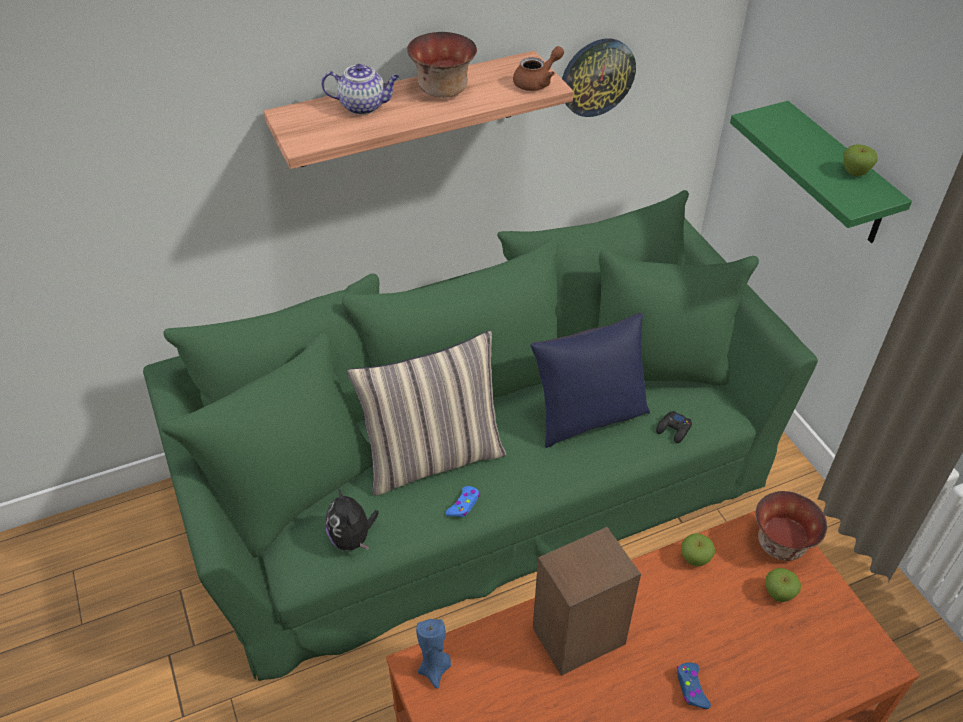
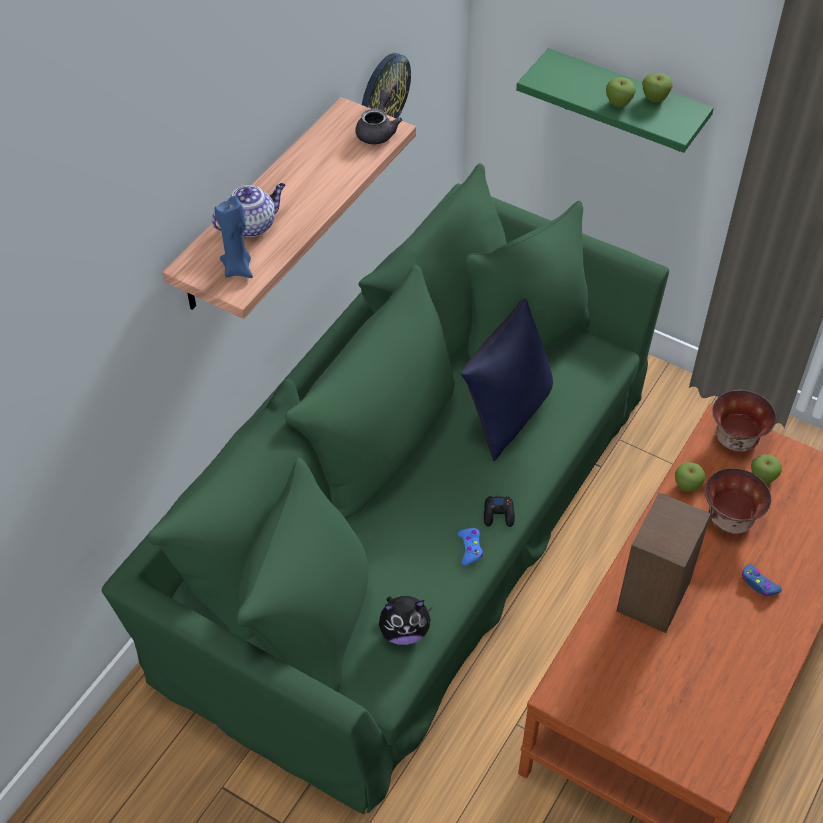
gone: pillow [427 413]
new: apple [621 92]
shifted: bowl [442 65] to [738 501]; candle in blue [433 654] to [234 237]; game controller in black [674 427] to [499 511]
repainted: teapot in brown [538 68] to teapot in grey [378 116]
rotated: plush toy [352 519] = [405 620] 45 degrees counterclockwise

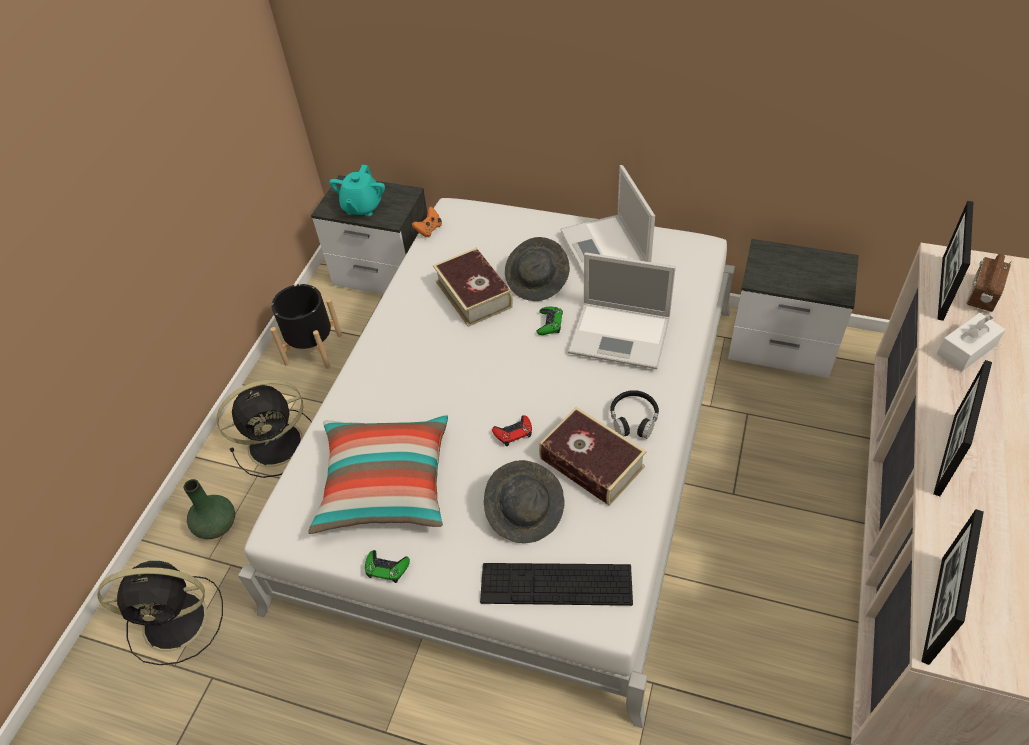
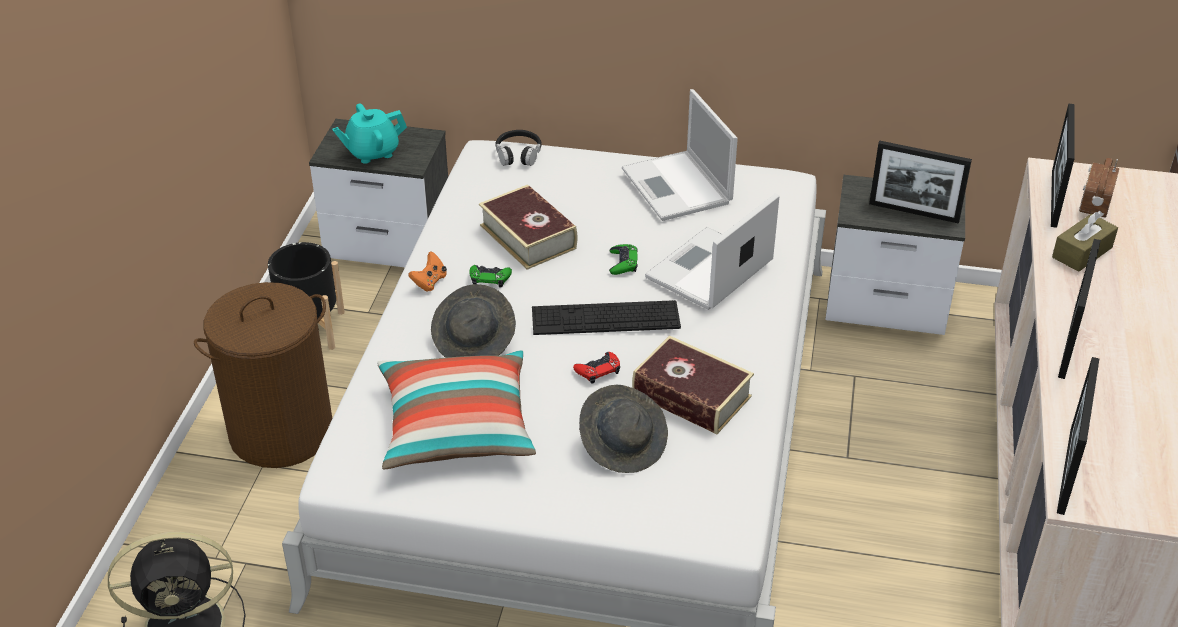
gone: vase in green [209 509]
new: picture frame [920 182]
shifted: game controller in green [387 566] to [490 276]; game controller in orange [427 222] to [427 271]; keyboard [556 584] to [606 317]; hat in grey [537 269] to [473 321]; headphones in black [634 414] to [518 148]
swapped: fan in black [264 429] to laundry basket in brown [263 375]
repainted: tissue box in white [971 342] to tissue box in brown [1085 241]
rotated: teapot in turquoise [357 190] = [369 133] 60 degrees clockwise; laptop [622 310] = [712 251] 120 degrees clockwise

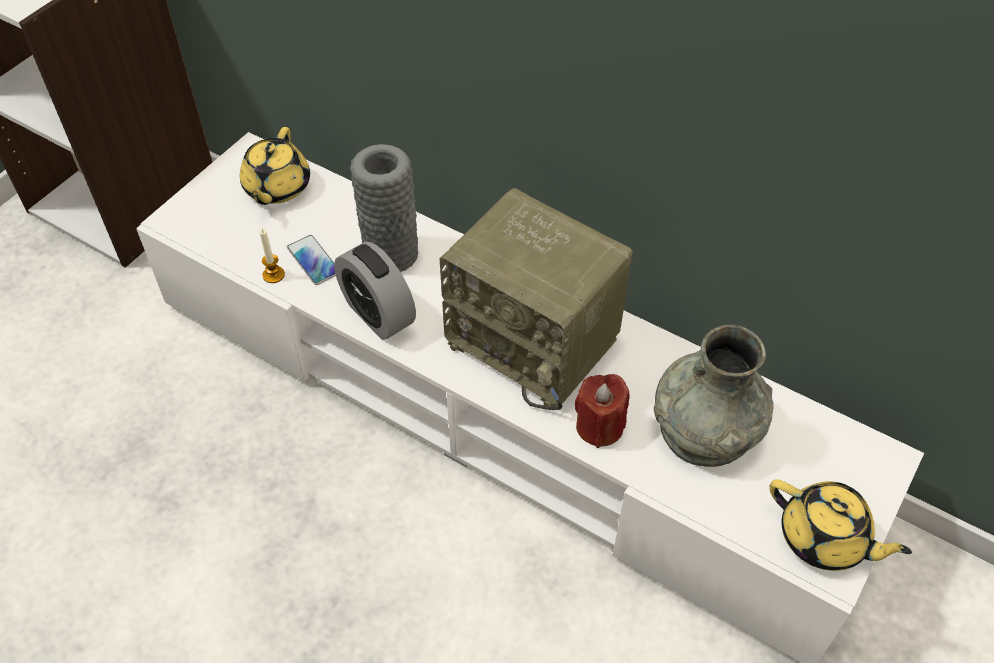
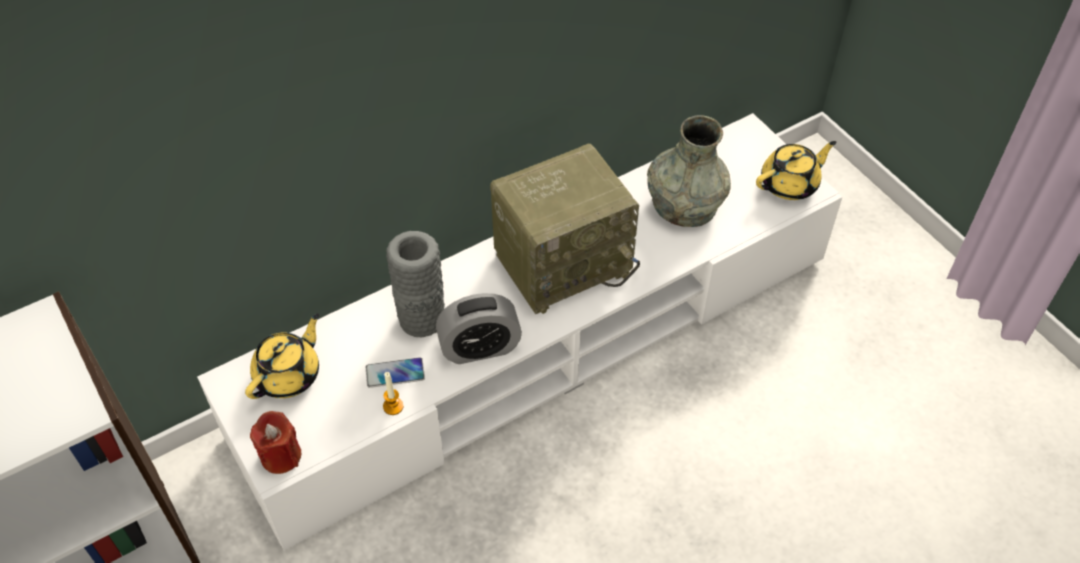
shifted: candle in red [602 411] to [275 442]
rotated: teapot in yellow [275 166] = [282 356] 90 degrees counterclockwise

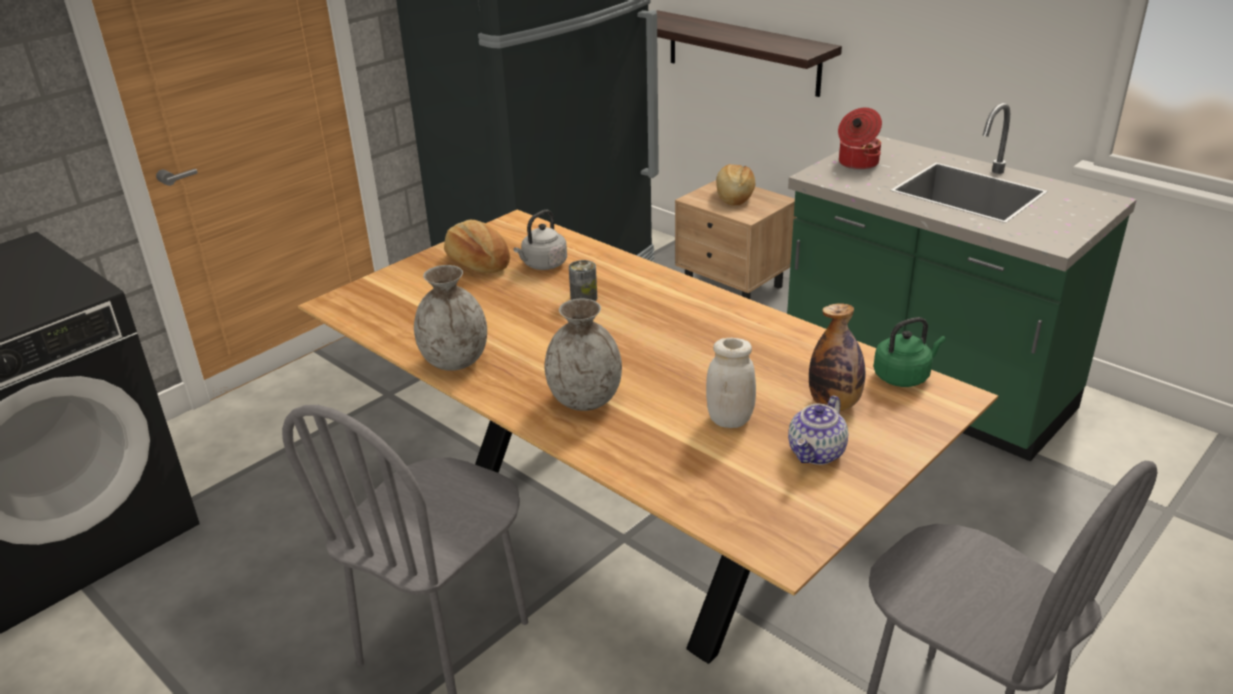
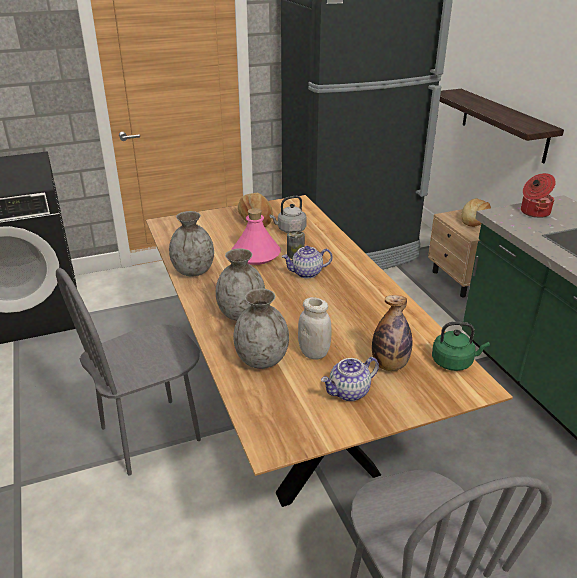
new: bottle in pink [256 236]; vase in grey [261 329]; teapot [307 262]

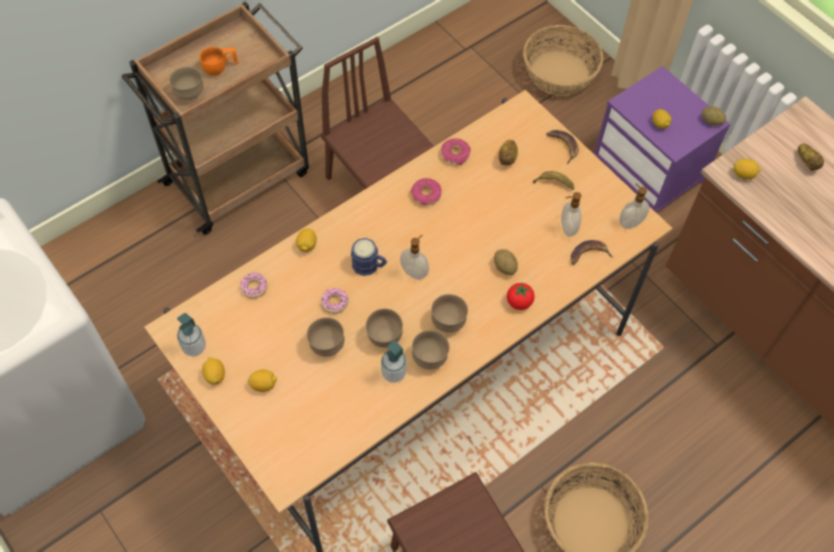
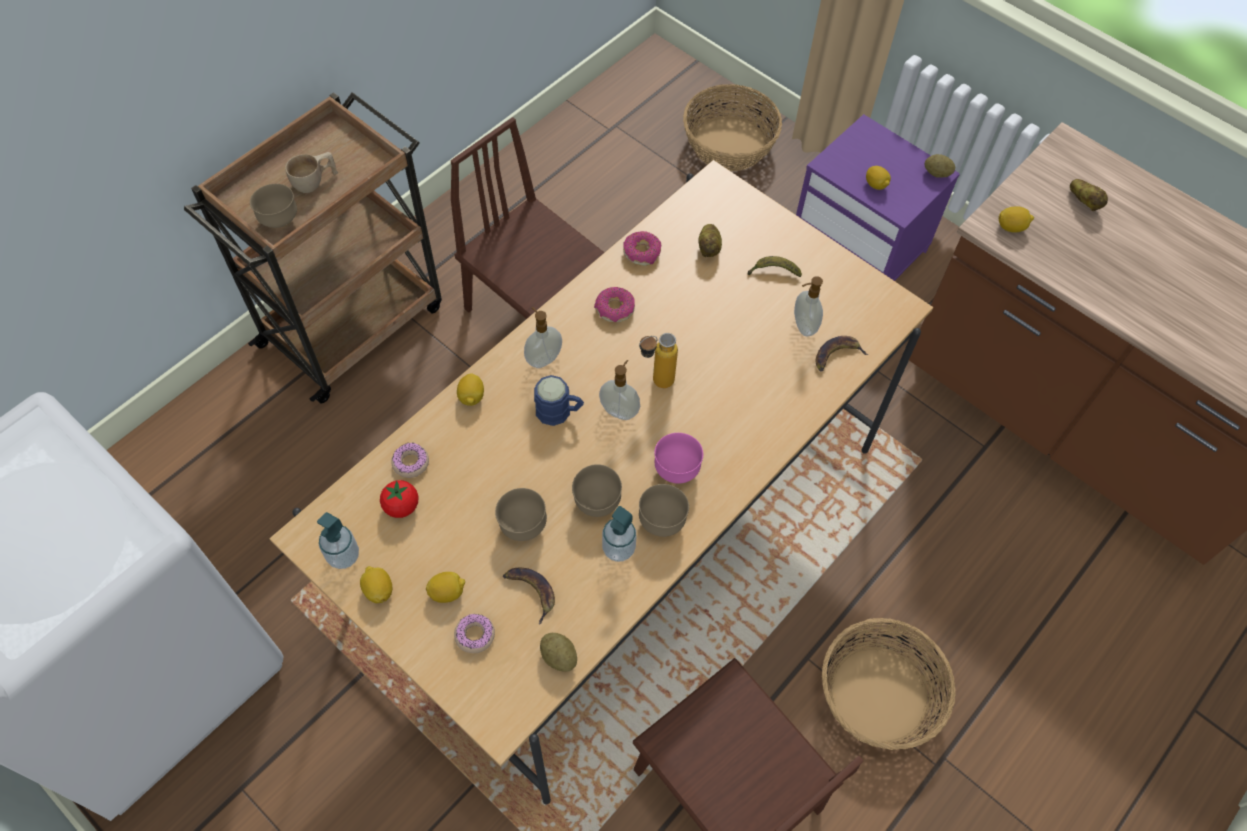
new: bottle [658 360]
shifted: donut [334 301] to [474 633]; potato [506 262] to [558 652]; tomato [521 296] to [399 499]; banana [562 147] to [529 596]; soap dispenser [634 206] to [543 337]
repainted: cup in orange [218 61] to cup in beige [311 172]; bowl in brown [449 313] to bowl in pink [678 458]

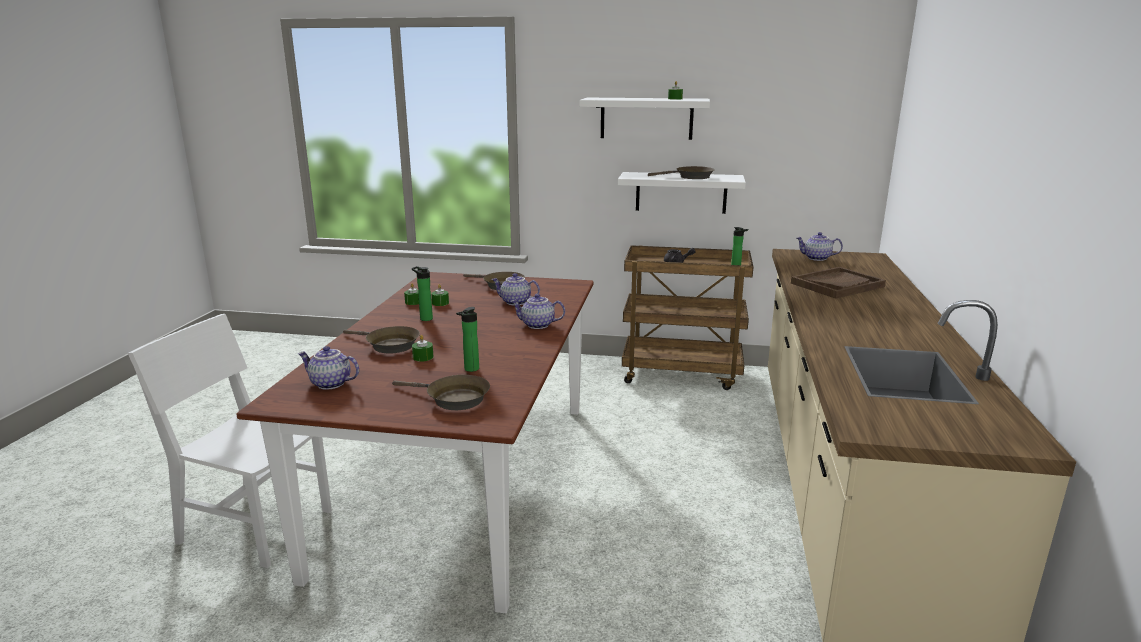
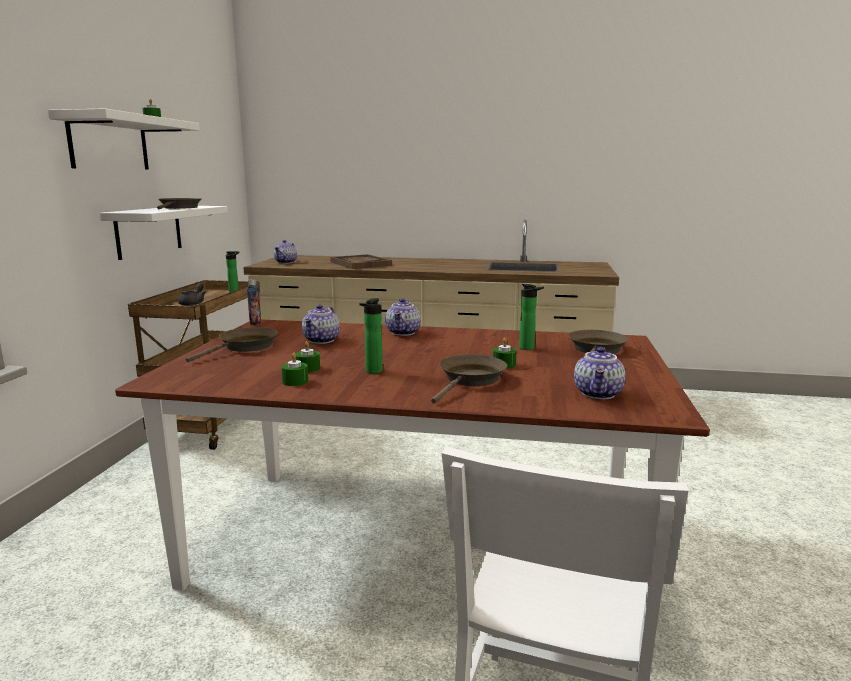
new: bottle [254 302]

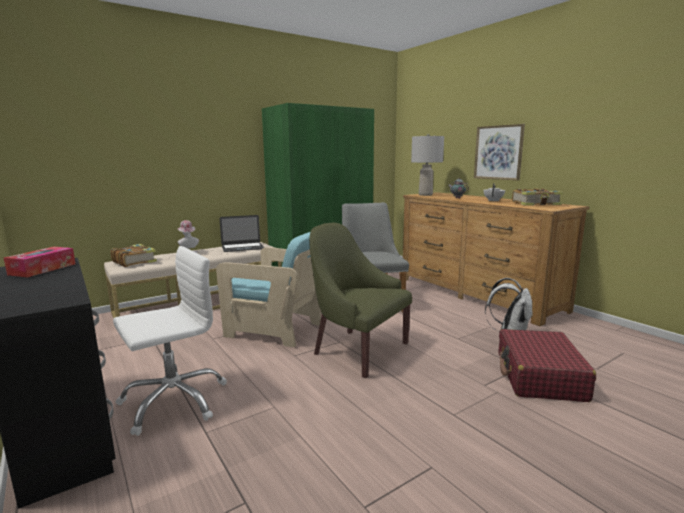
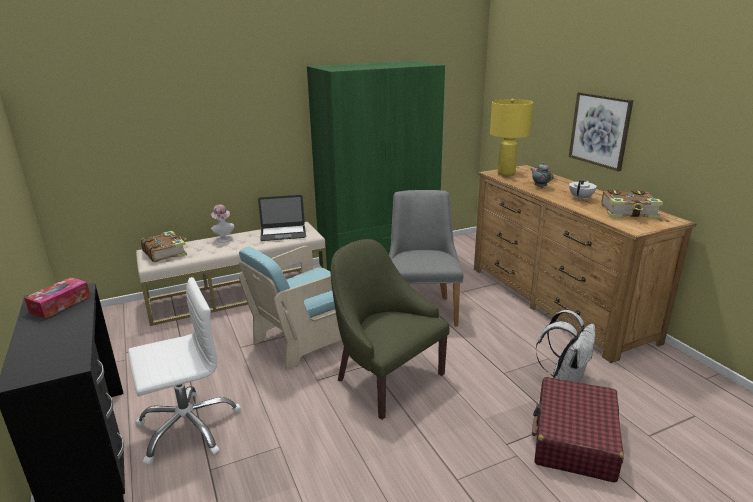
repainted: table lamp in grey [427 165] to table lamp in yellow [511 137]
rotated: armchair in turquoise [268 289] = [290 308] 105 degrees clockwise

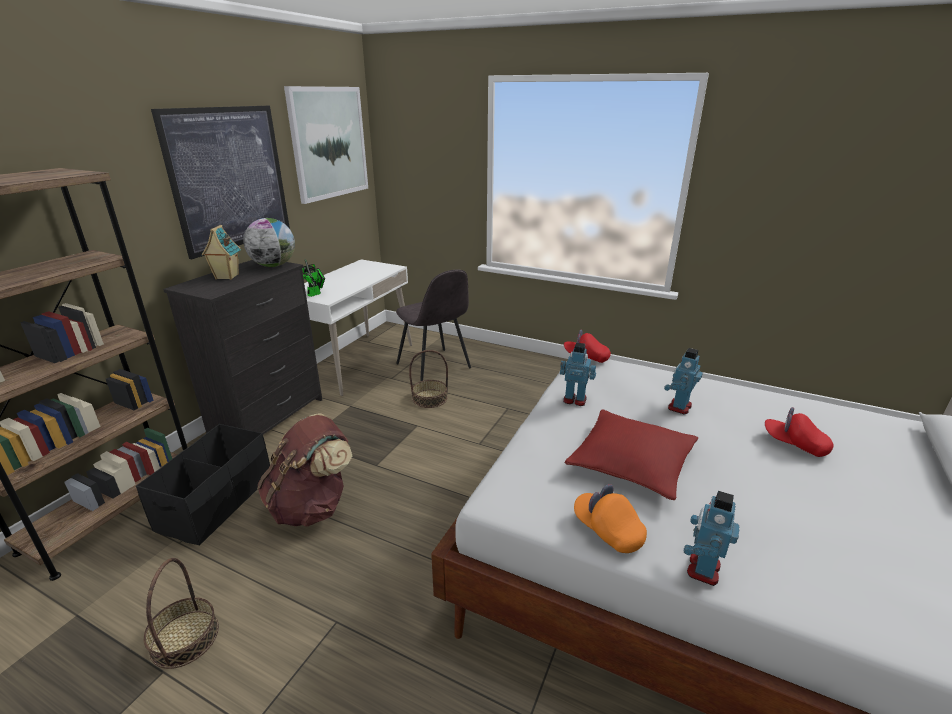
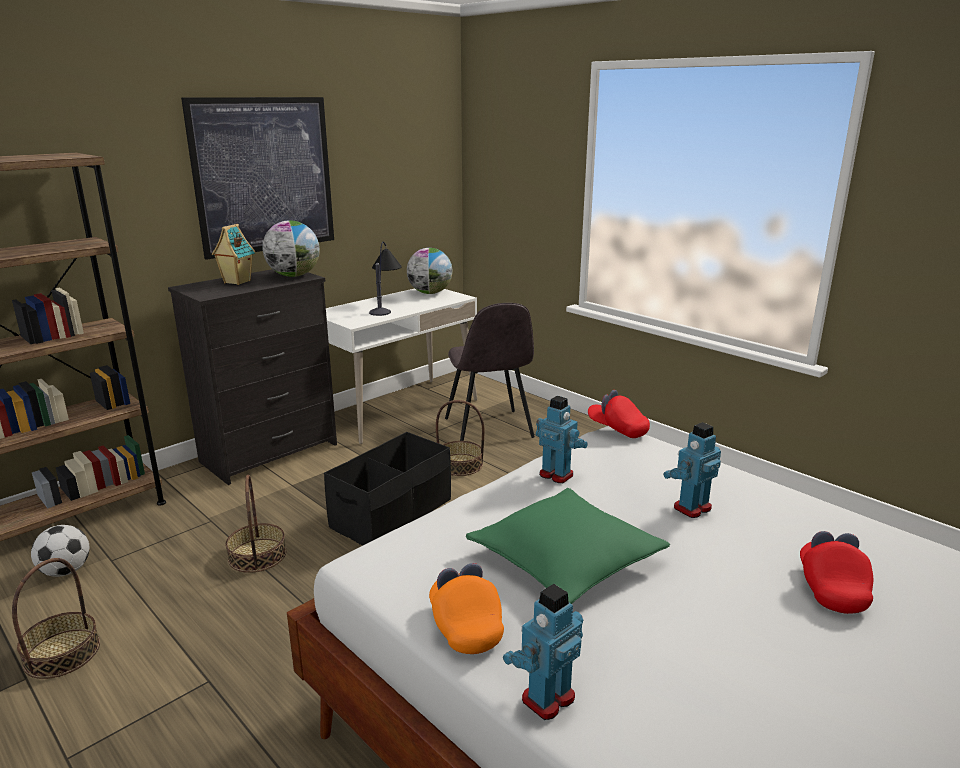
gone: picture [326 145]; toy robot [313 278]
new: football [60 551]; table lamp [385 279]; globe [430 271]
shifted: storage box in black [203 485] to [387 489]
swapped: backpack in brown [305 469] to basket [255 524]
repainted: pillow in red [631 455] to pillow in green [568 546]
rotated: cap in red [799 432] = [836 572] 45 degrees clockwise

